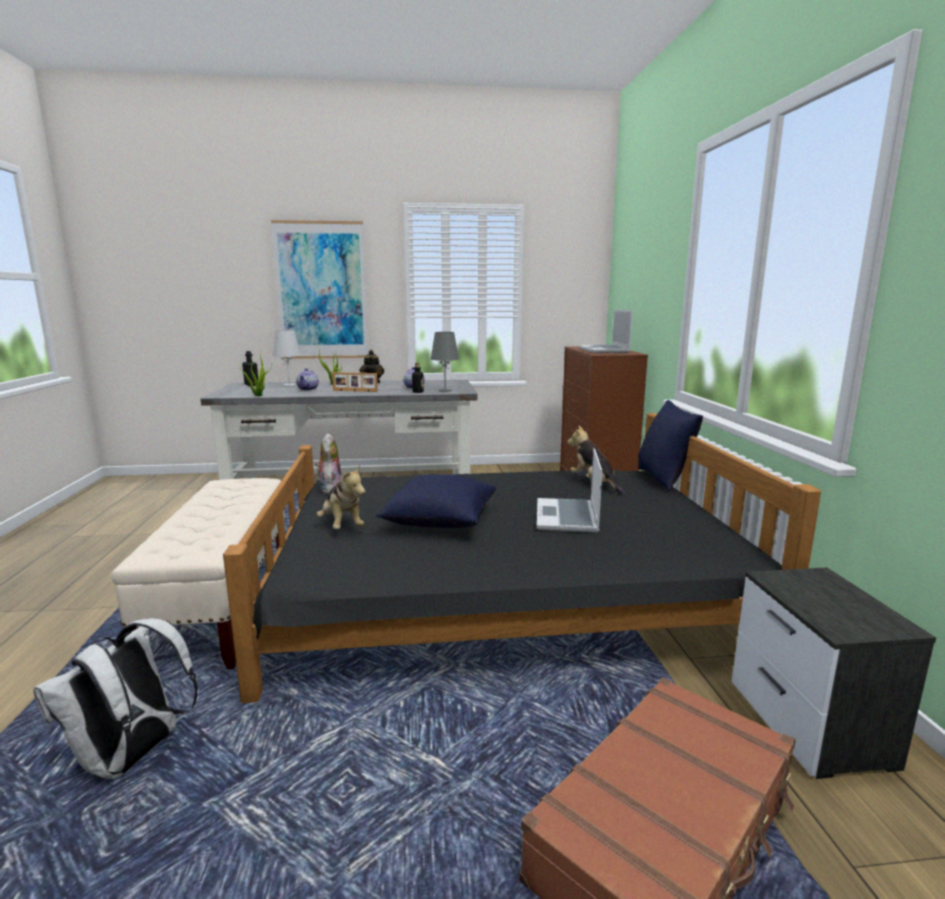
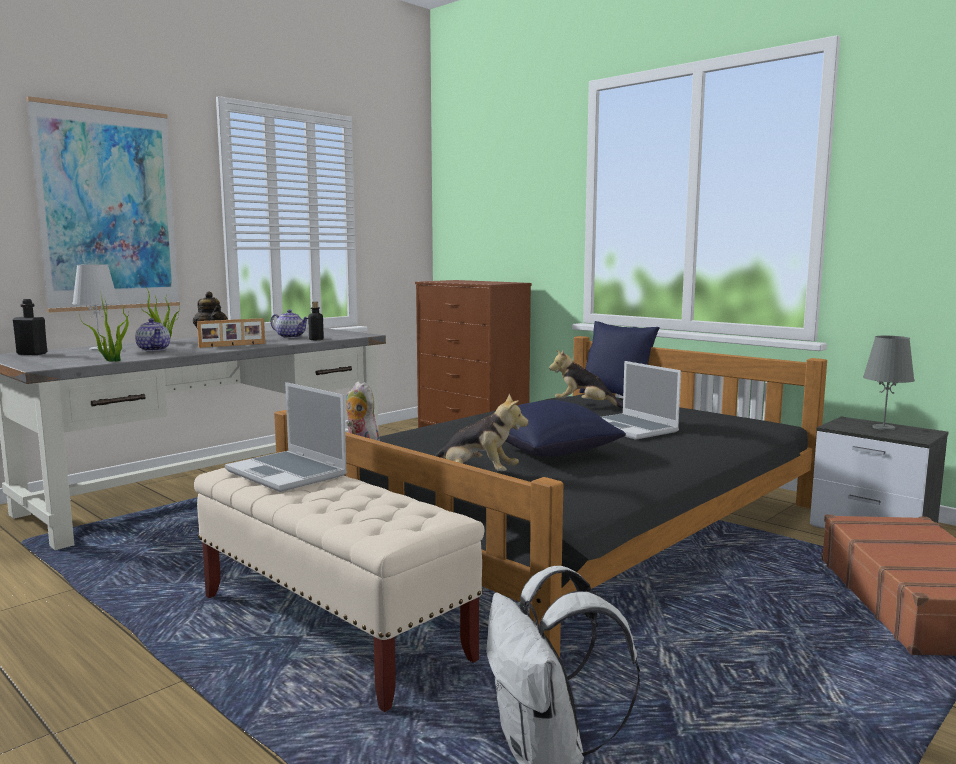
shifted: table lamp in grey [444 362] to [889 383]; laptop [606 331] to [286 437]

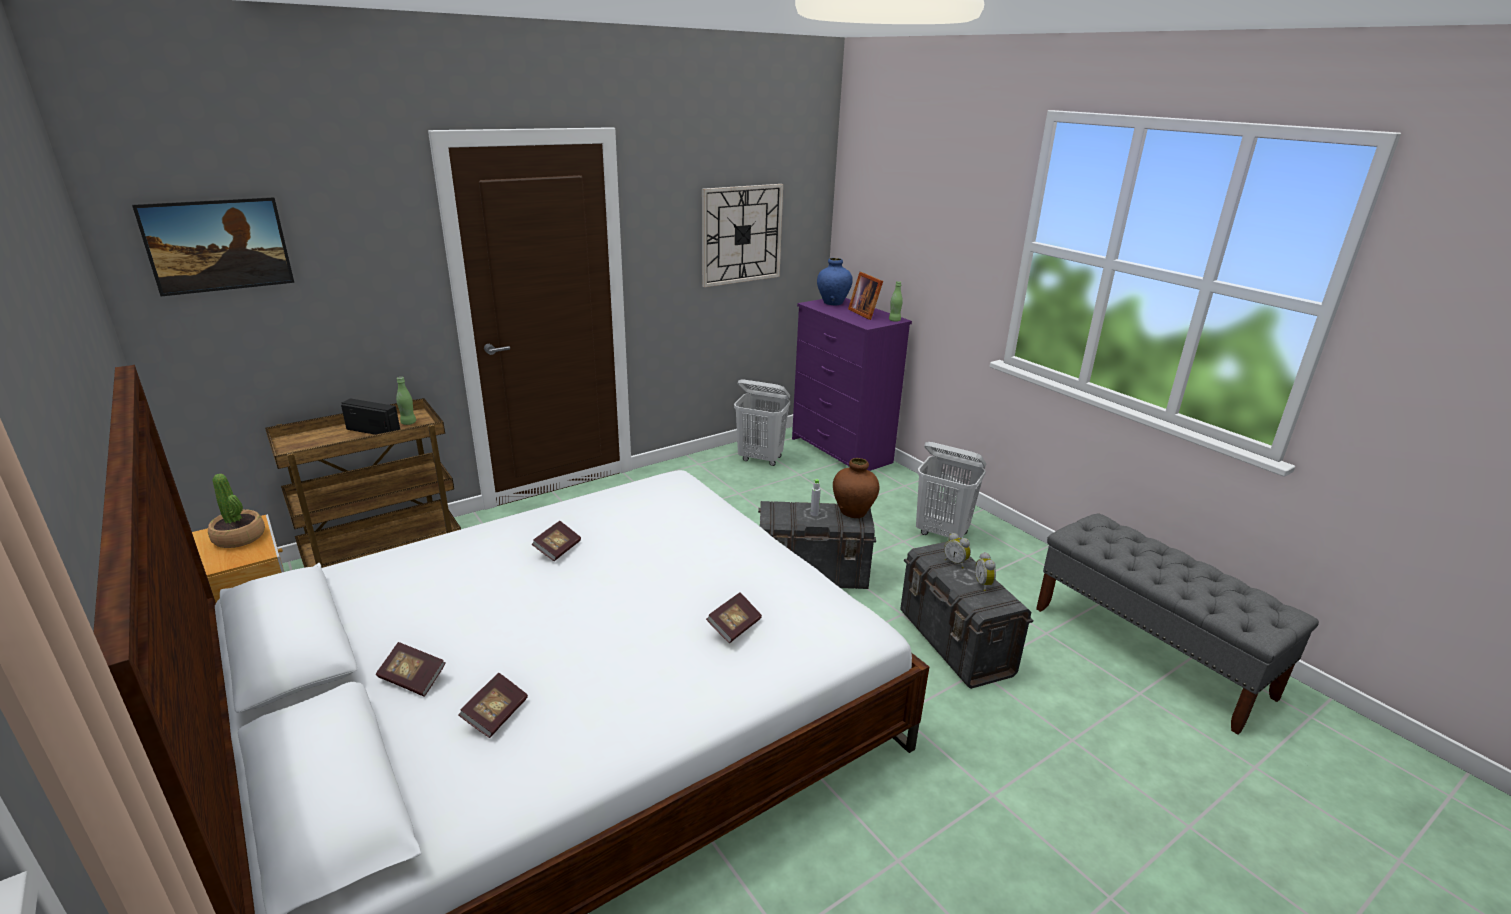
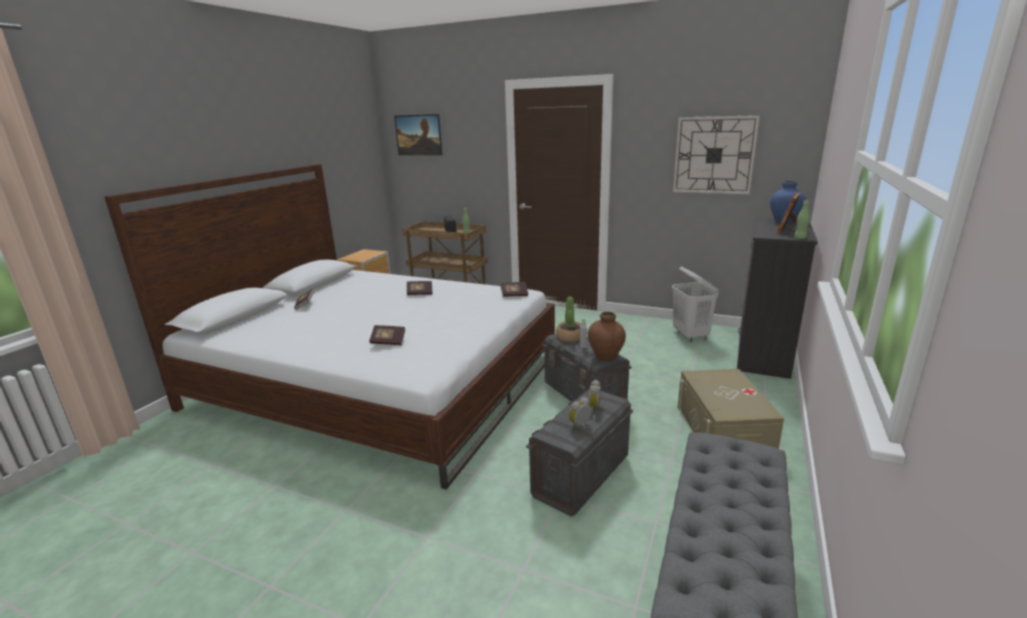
shifted: potted plant [236 511] to [568 319]; book [493 705] to [514 289]
swapped: laundry basket in white [951 490] to storage box in beige [731 409]
repainted: dresser in purple [852 384] to dresser in black [777 298]

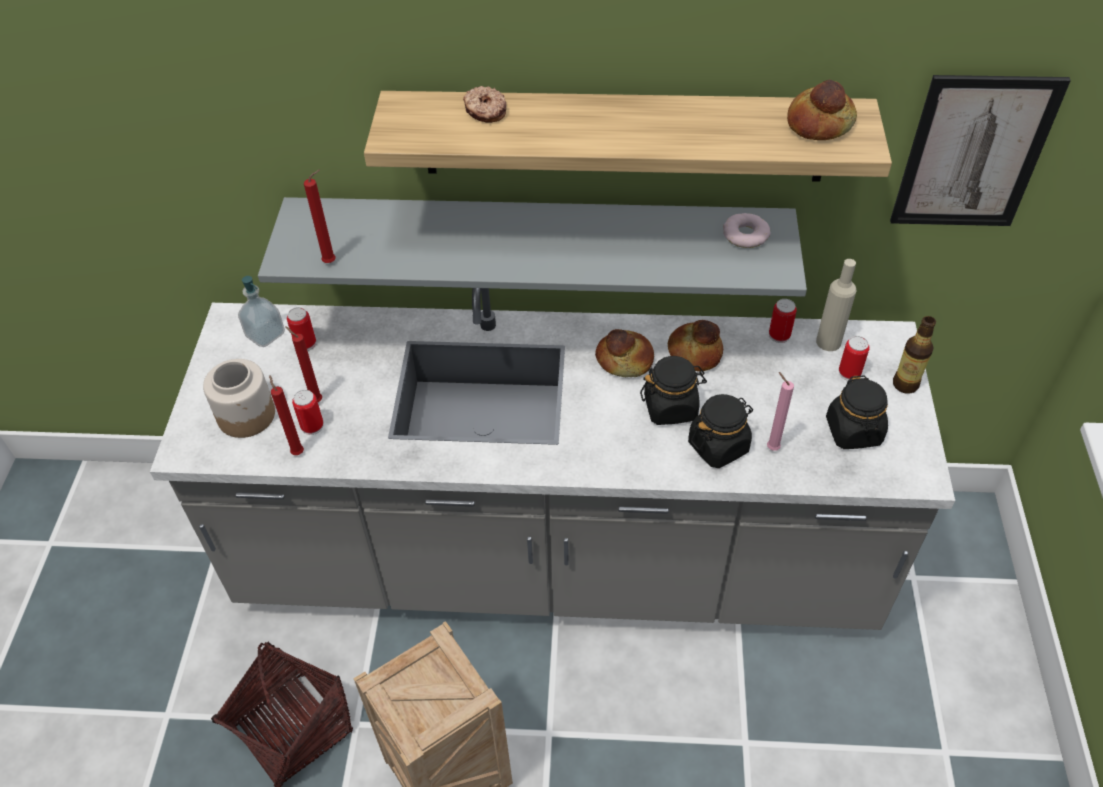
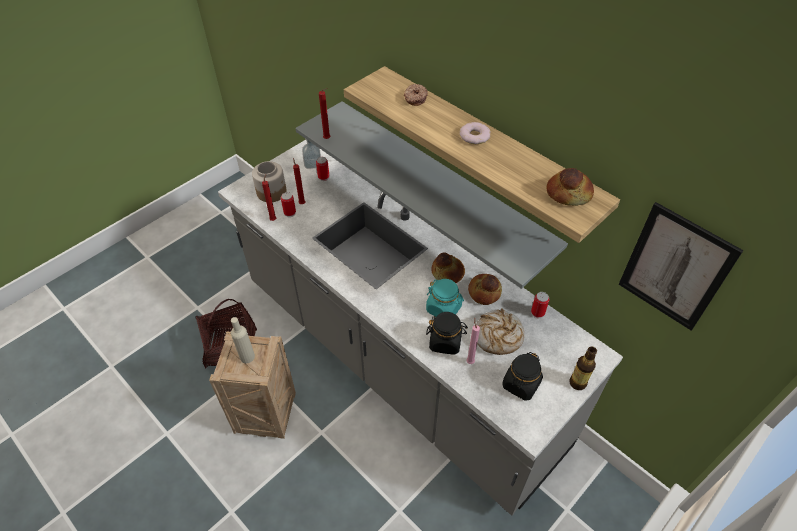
gone: can [854 358]
new: bread [500 332]
shifted: donut [747 230] to [475 133]; bottle in beige [836 305] to [243 340]
repainted: jar in black [673 390] to jar in turquoise [445 298]

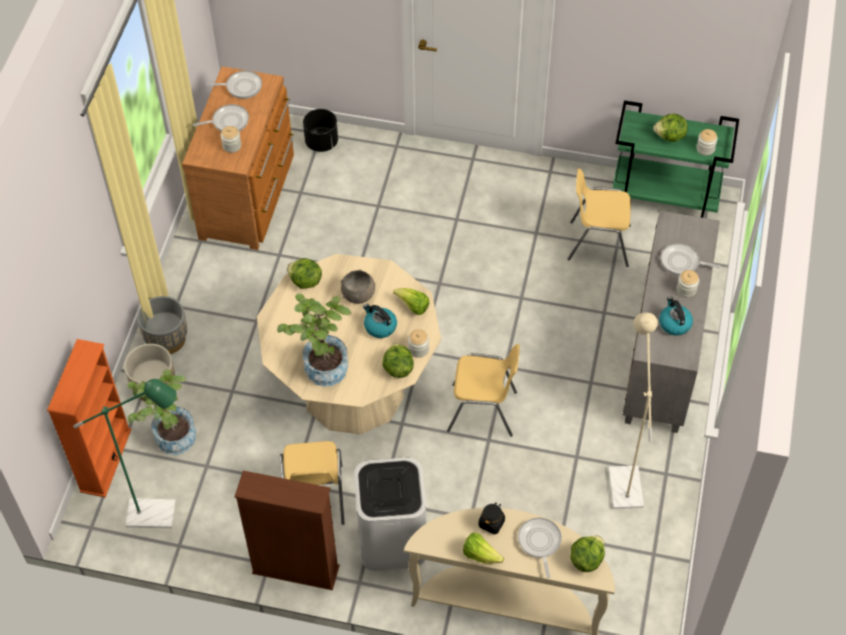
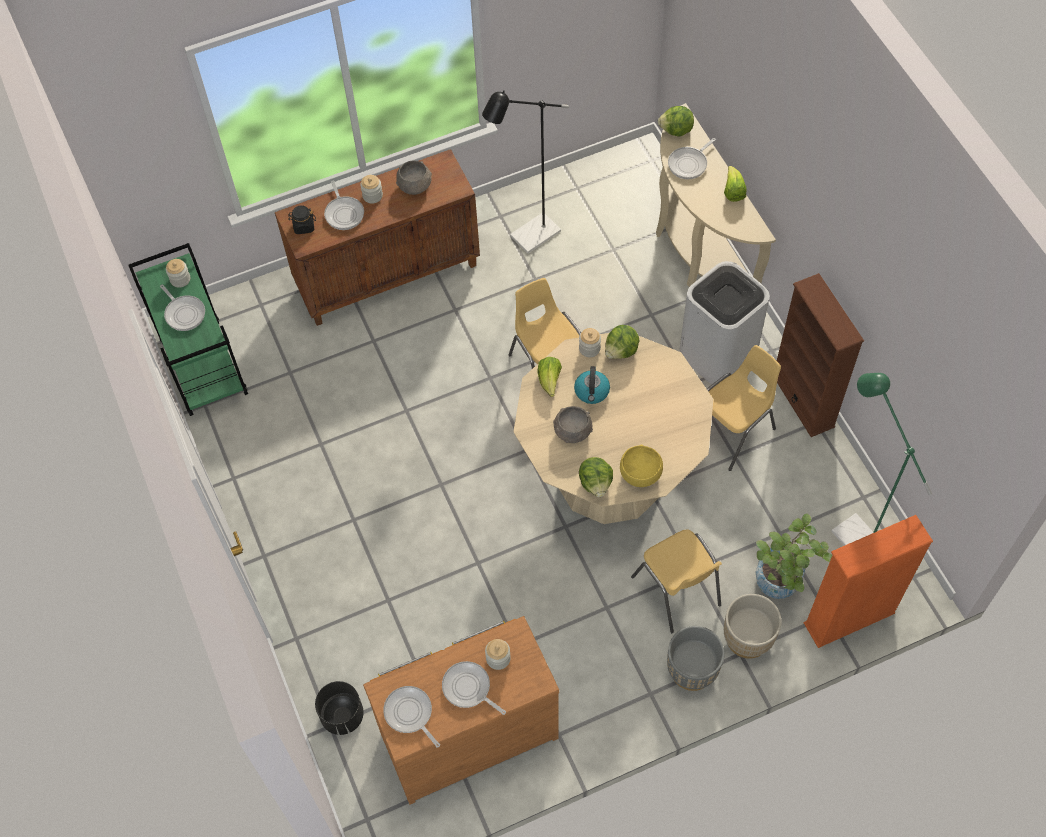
gone: potted plant [314 339]
new: bowl in yellow [641 466]
shifted: jar in black [492 518] to [302 219]; chair in yellow [599 217] to [676 581]
swapped: lettuce [670 128] to frying pan [182 308]; kettle [676 316] to bowl in grey [414 177]
repainted: floor lamp in beige [633 411] to floor lamp in black [525 171]; cabinet in grey [671 322] to cabinet in brown [377 237]

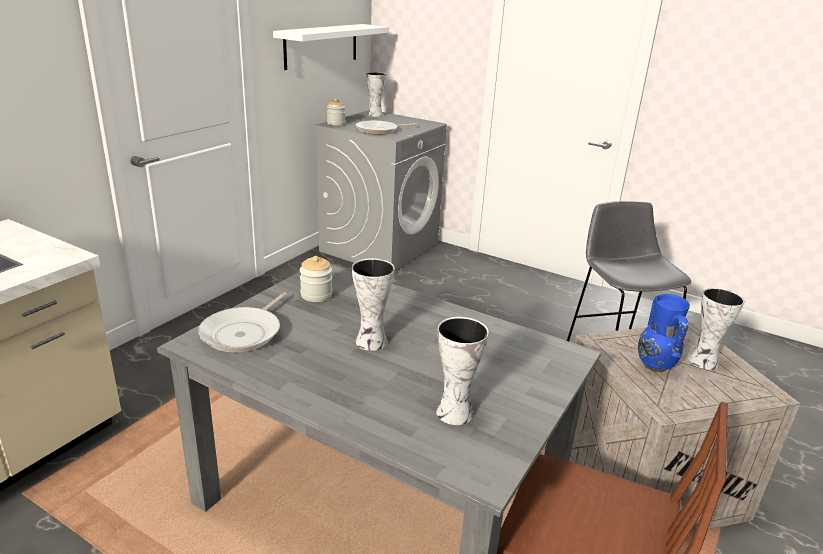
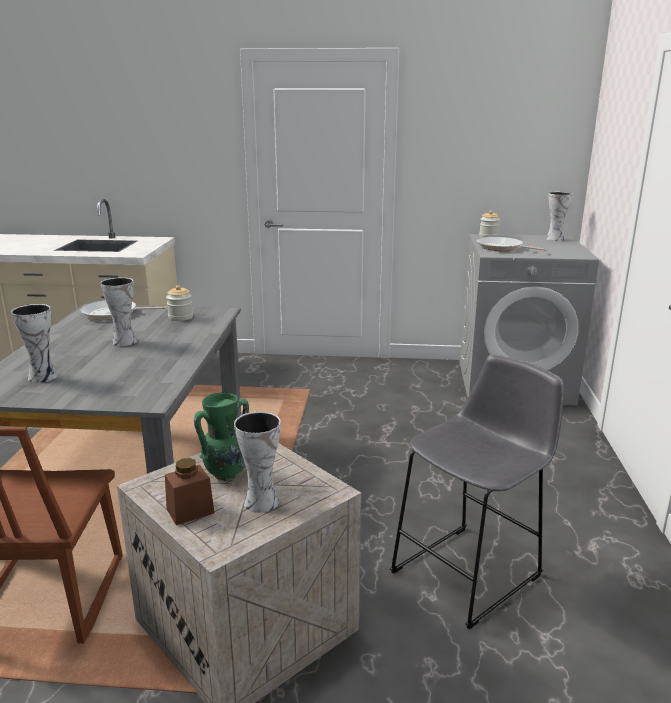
gone: shelf in white [331 47]
new: jar in brown [189 491]
repainted: vase in blue [664 333] to vase in green [221 436]

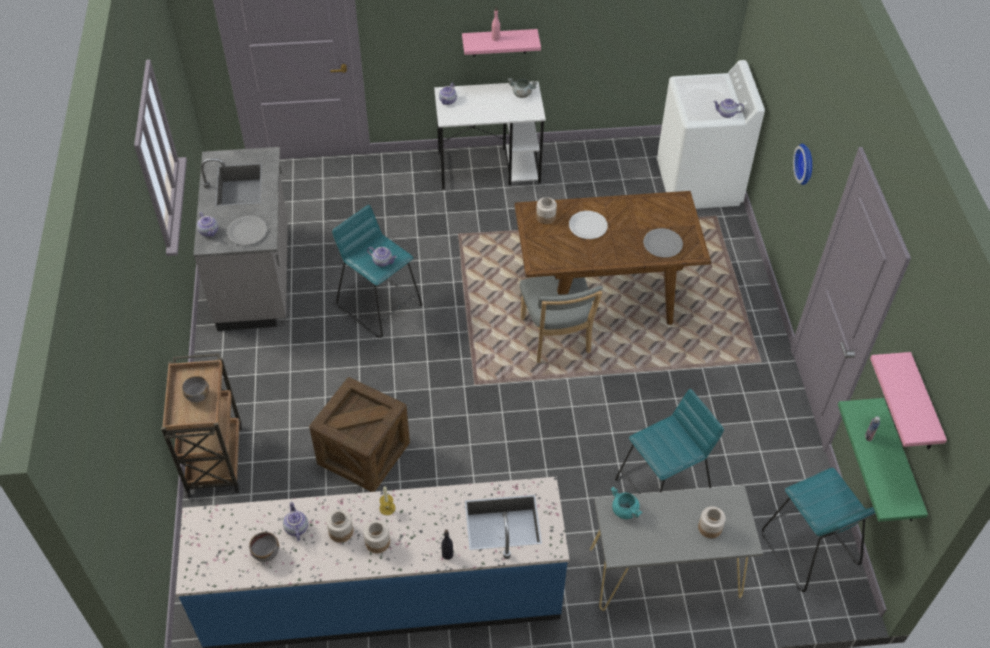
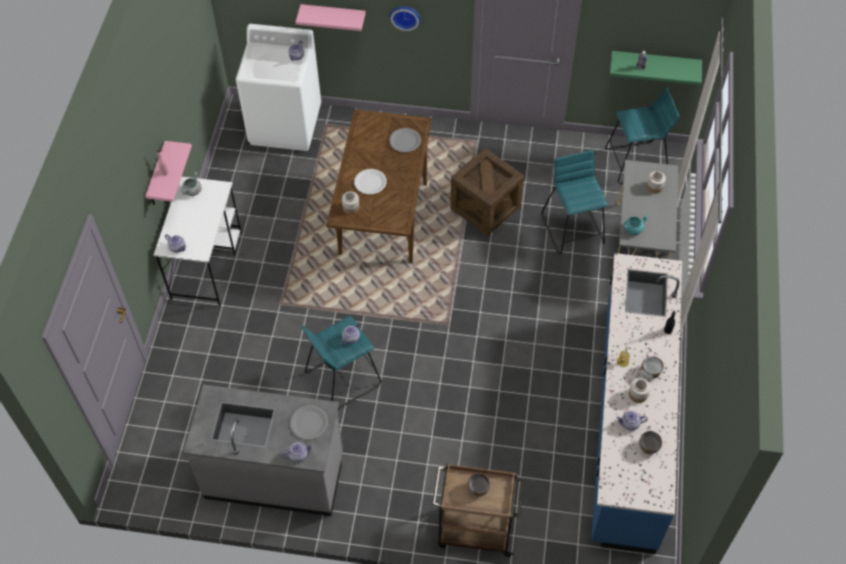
gone: chair in grey [561 319]
shifted: crate [359 434] to [487 192]; shelf in pink [908 401] to [331 17]
swapped: jar [377 536] to bowl in white [652 367]

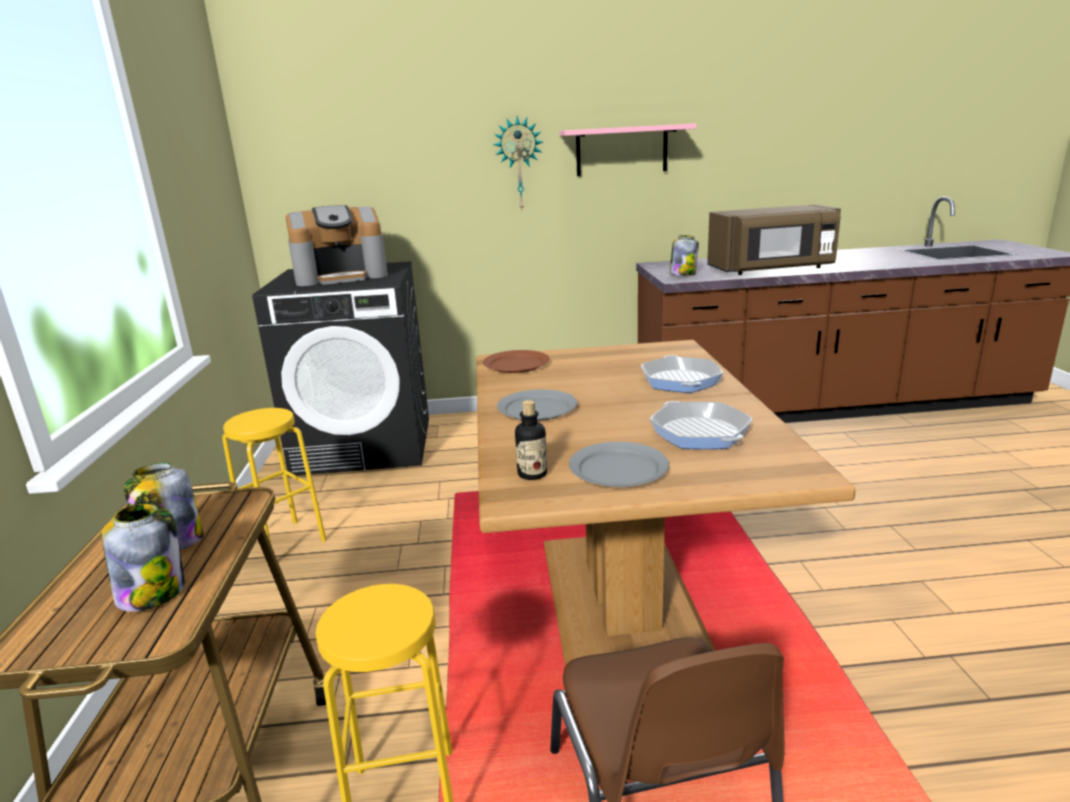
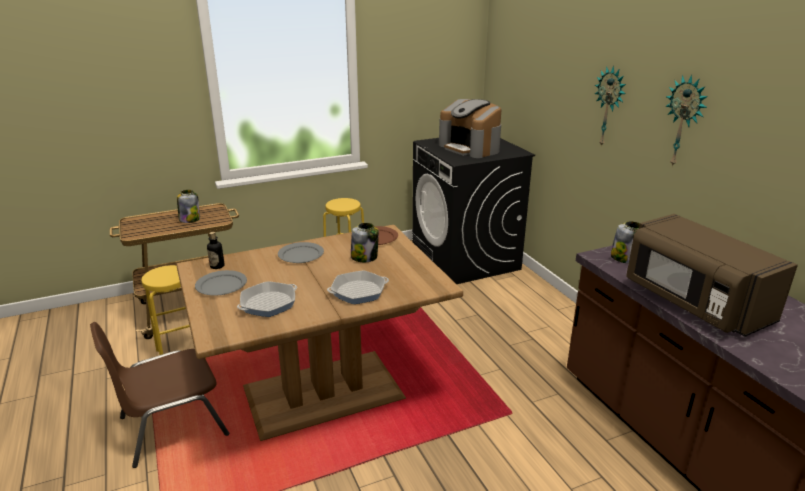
shifted: jar [143 557] to [365 242]
swapped: shelf in pink [628 149] to wall clock [686 121]

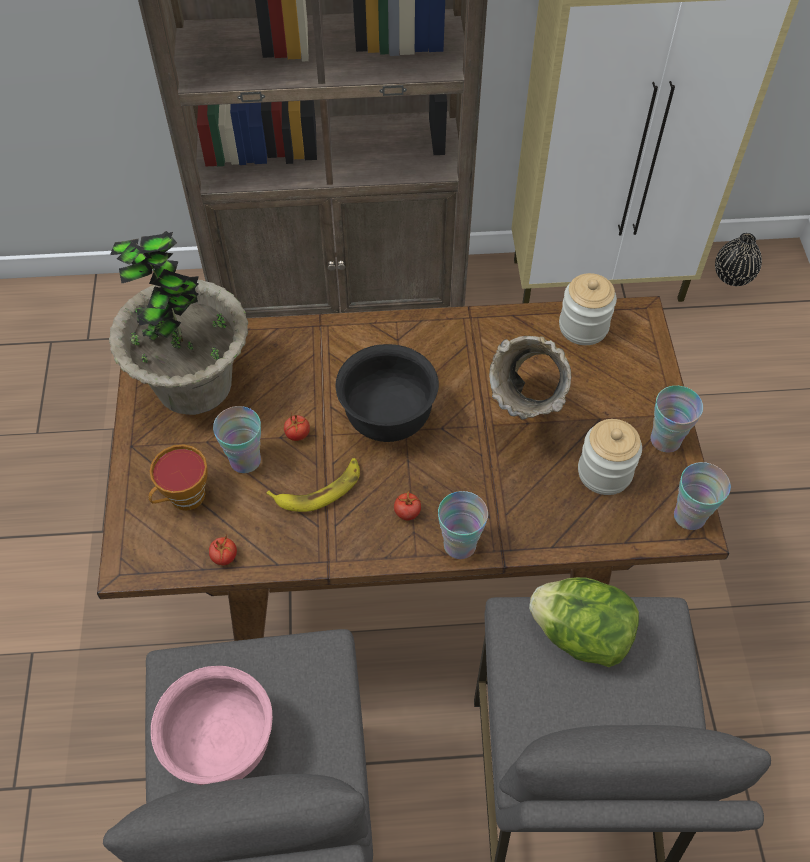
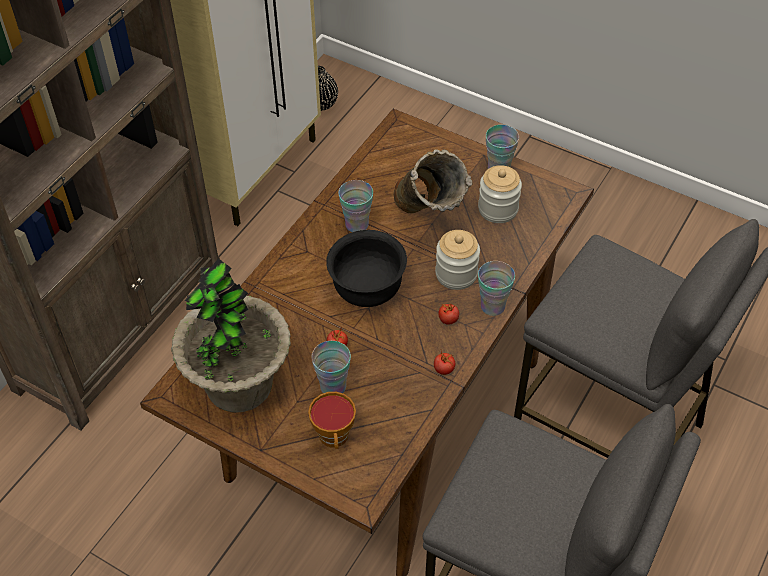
gone: bowl in pink [211 725]; banana [313 485]; lettuce [584 622]
shifted: tomato [223 549] to [444 363]; jar [588 309] to [457 260]; cup [702 496] to [355 206]

